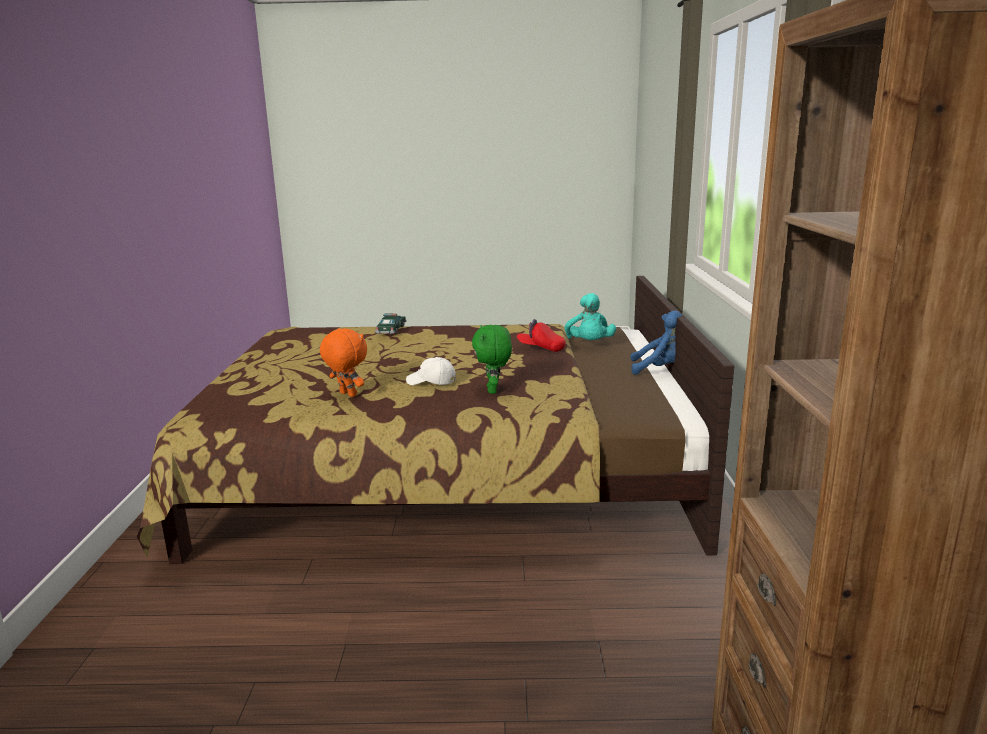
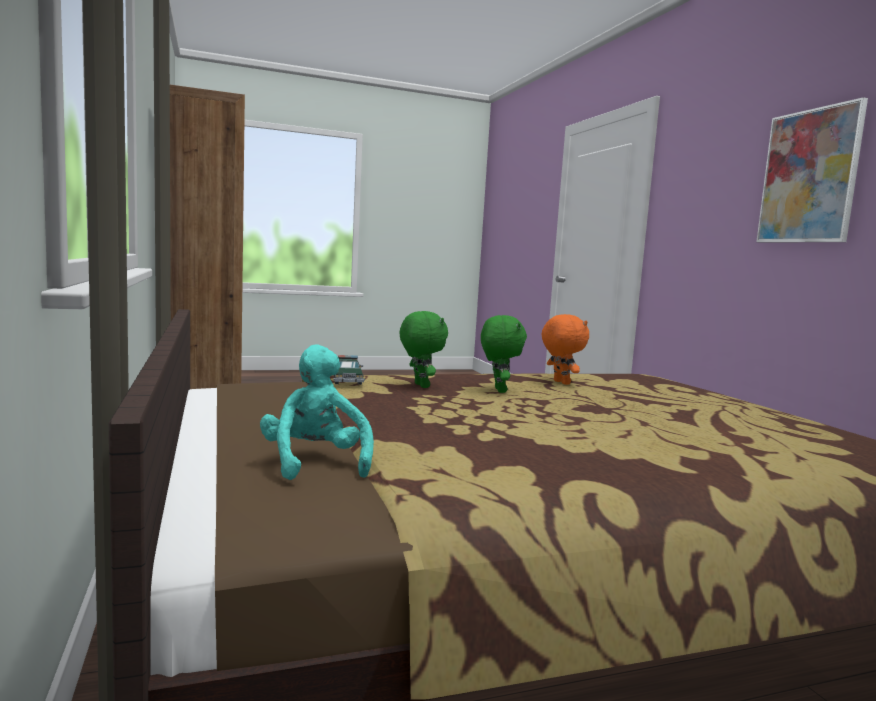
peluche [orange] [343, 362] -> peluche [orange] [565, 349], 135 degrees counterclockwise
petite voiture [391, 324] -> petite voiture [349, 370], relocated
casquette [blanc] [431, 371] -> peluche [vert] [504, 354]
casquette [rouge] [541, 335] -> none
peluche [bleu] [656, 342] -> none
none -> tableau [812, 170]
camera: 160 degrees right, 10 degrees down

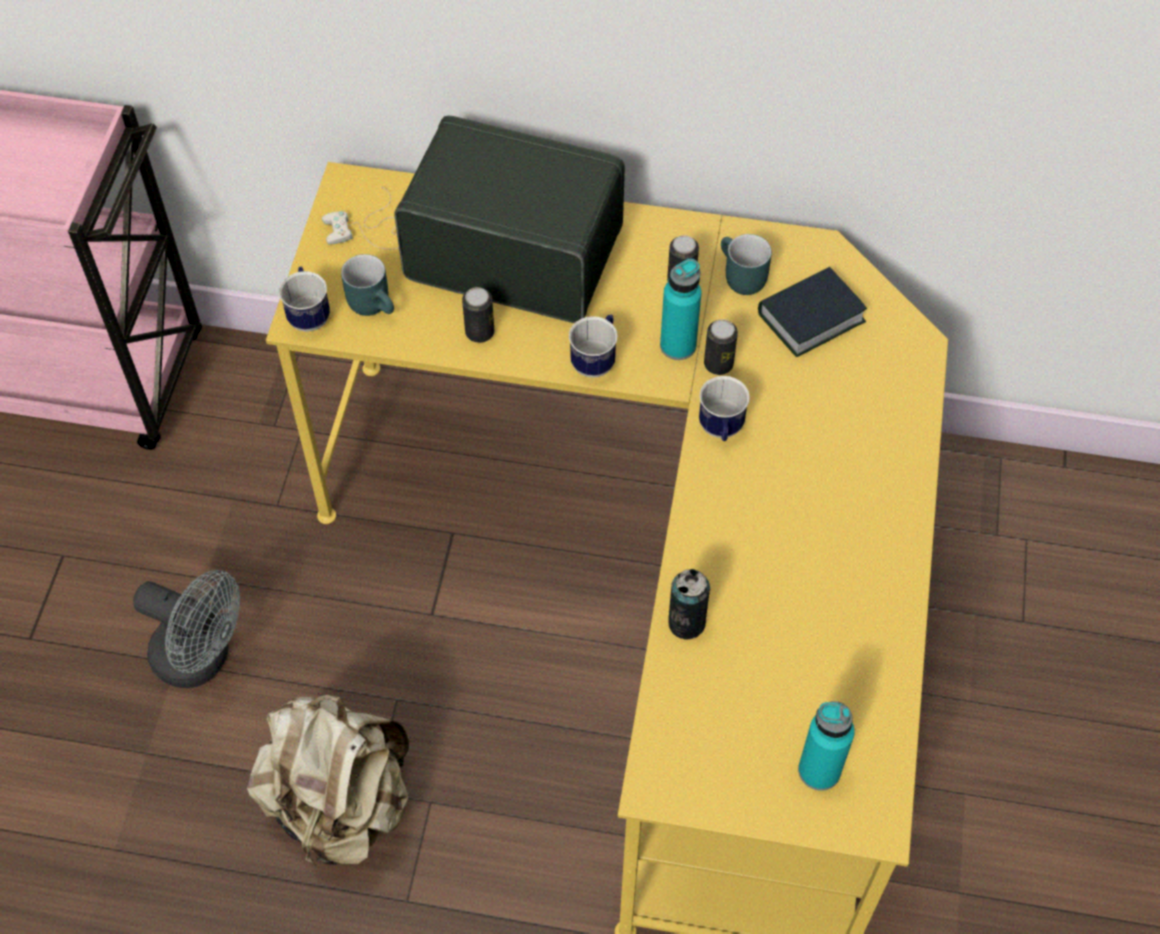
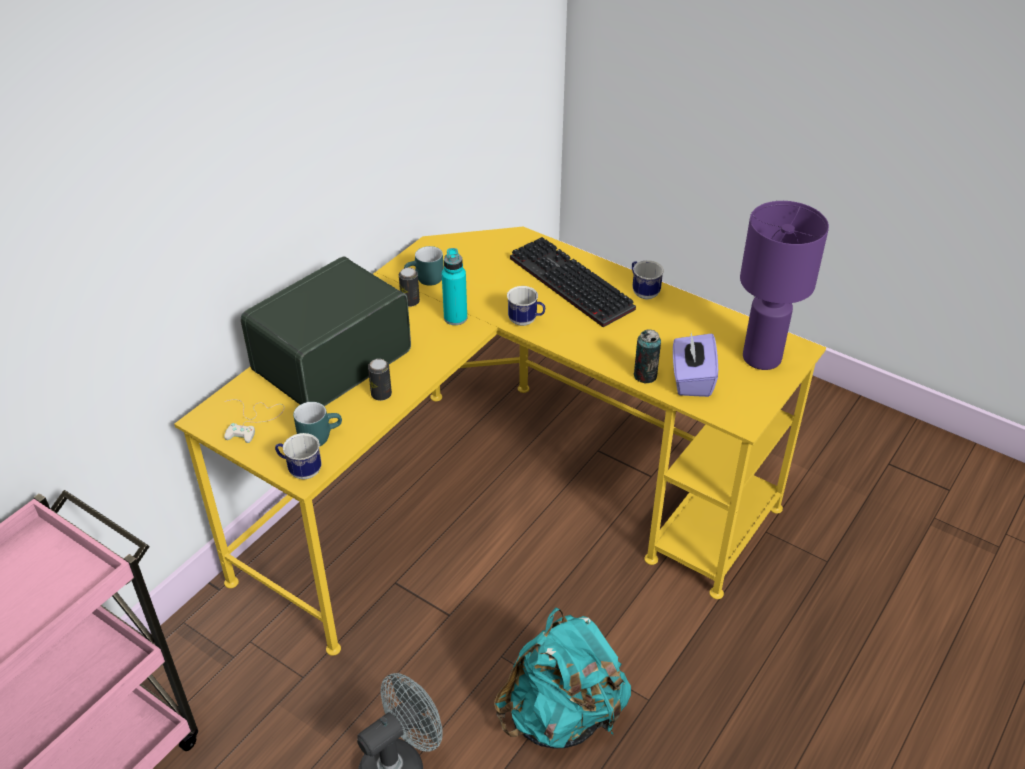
sac à dos [beige] [328, 782] -> sac à dos [turquoise] [562, 678]
mug [593, 345] -> mug [648, 279], relocated
boîte métallique [721, 347] -> none
livre [812, 312] -> none
bouteille [turquoise] [826, 746] -> lampe de table [violet] [784, 285]
none -> clavier [573, 282]
none -> boîte à mouchoirs [violet] [695, 365]
camera: 65 degrees left, 15 degrees down

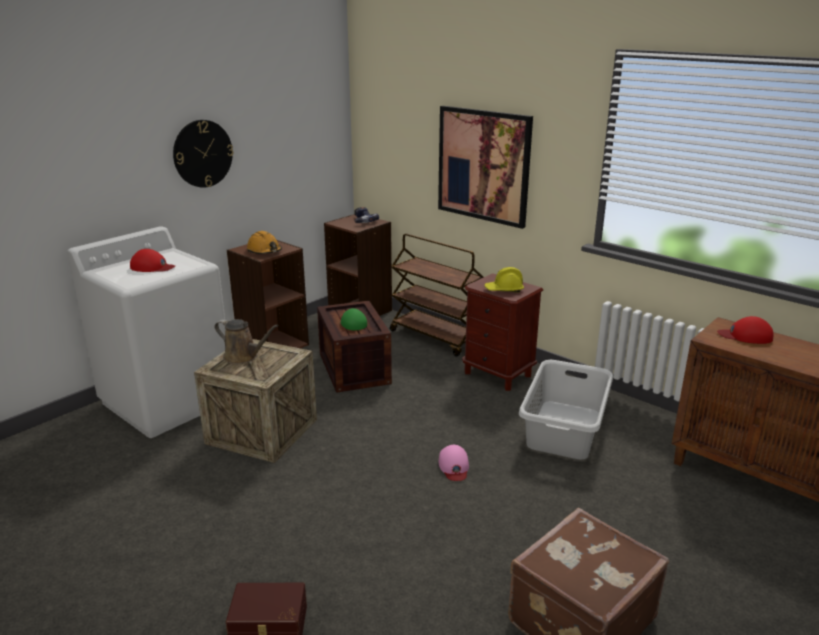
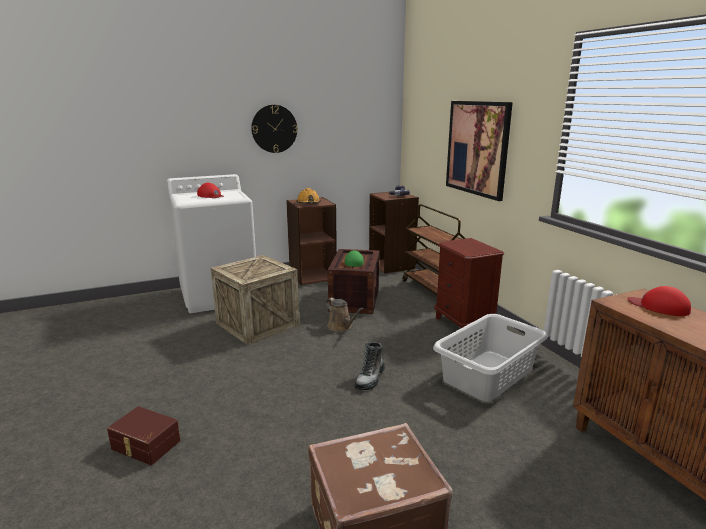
arrosoir [marron] [246, 341] -> arrosoir [marron] [345, 315], relocated
casquette [rose] [454, 463] -> botte [369, 366]
casque de chantier [jaune] [504, 280] -> none
camera: 25 degrees right, 5 degrees down

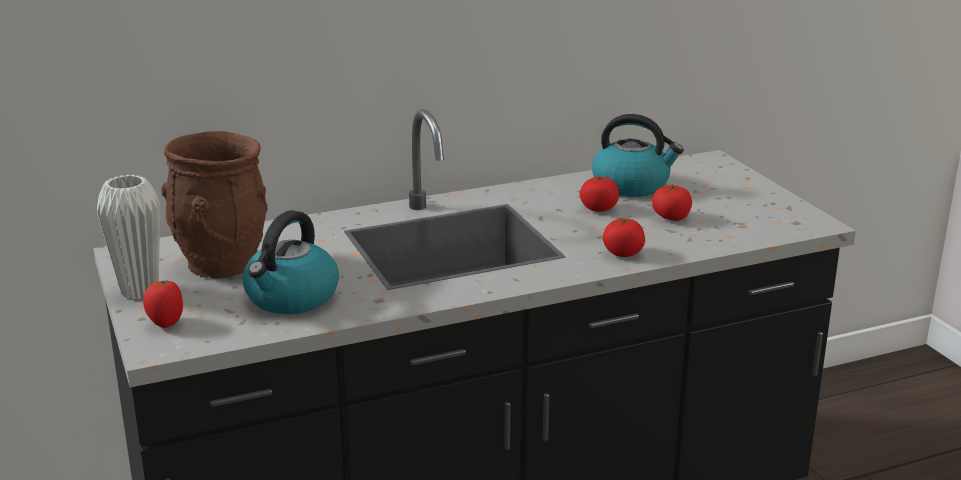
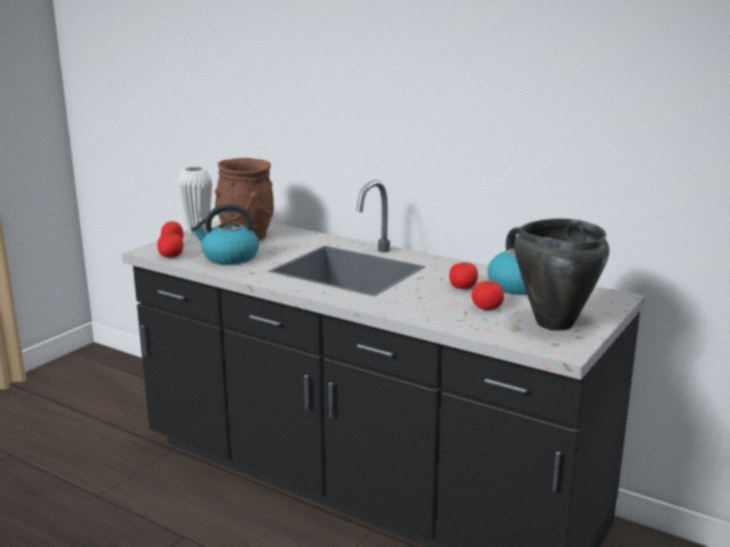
tomate [624, 237] -> tomate [170, 245], relocated
none -> marmite [noir] [561, 275]
camera: 55 degrees right, 5 degrees down

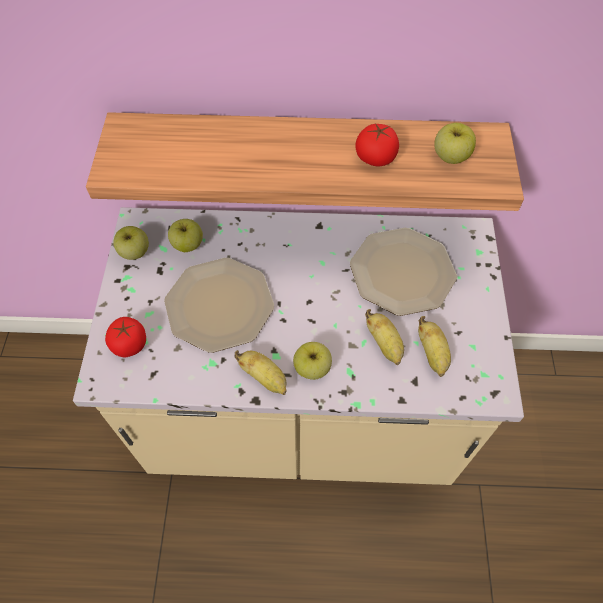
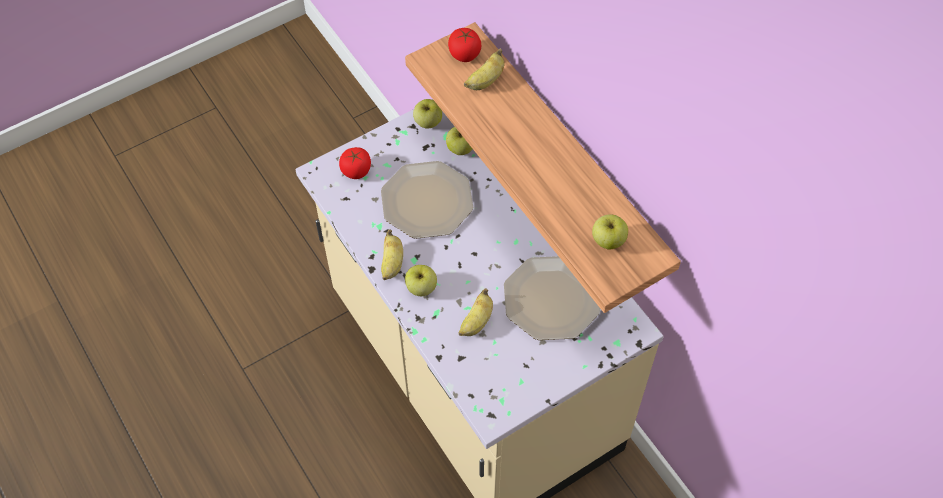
tomate [377, 144] -> tomate [464, 45], relocated
banane [434, 346] -> banane [484, 69], relocated
camera: 55 degrees right, 0 degrees up

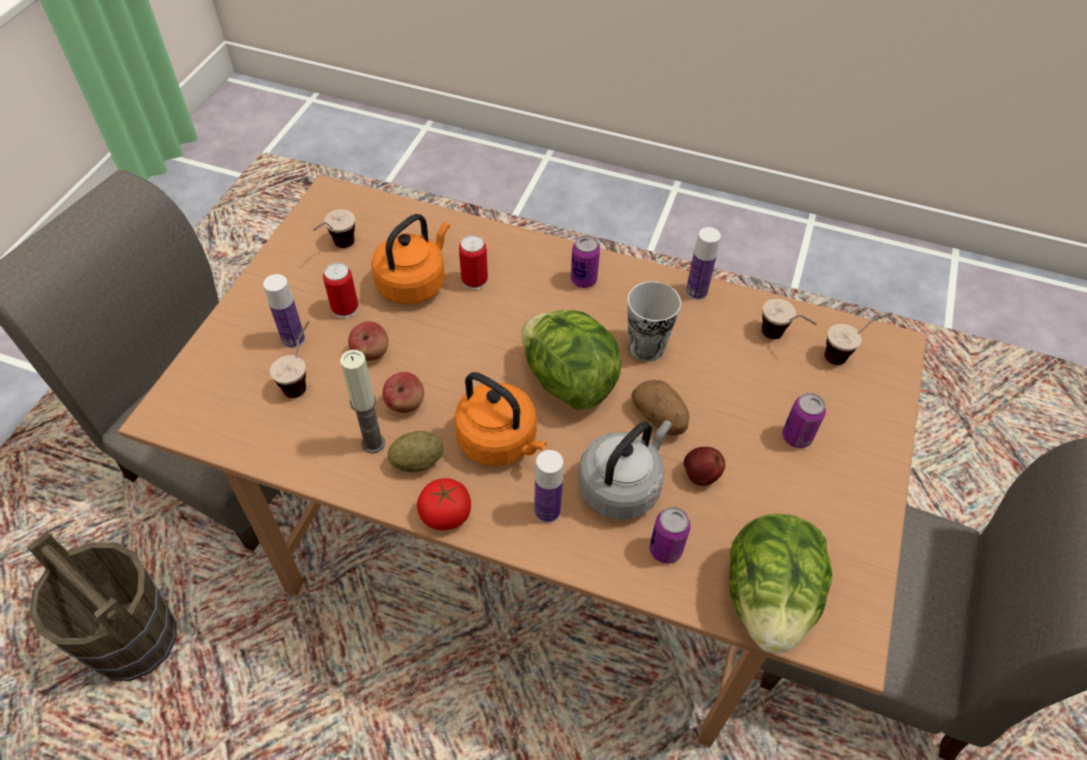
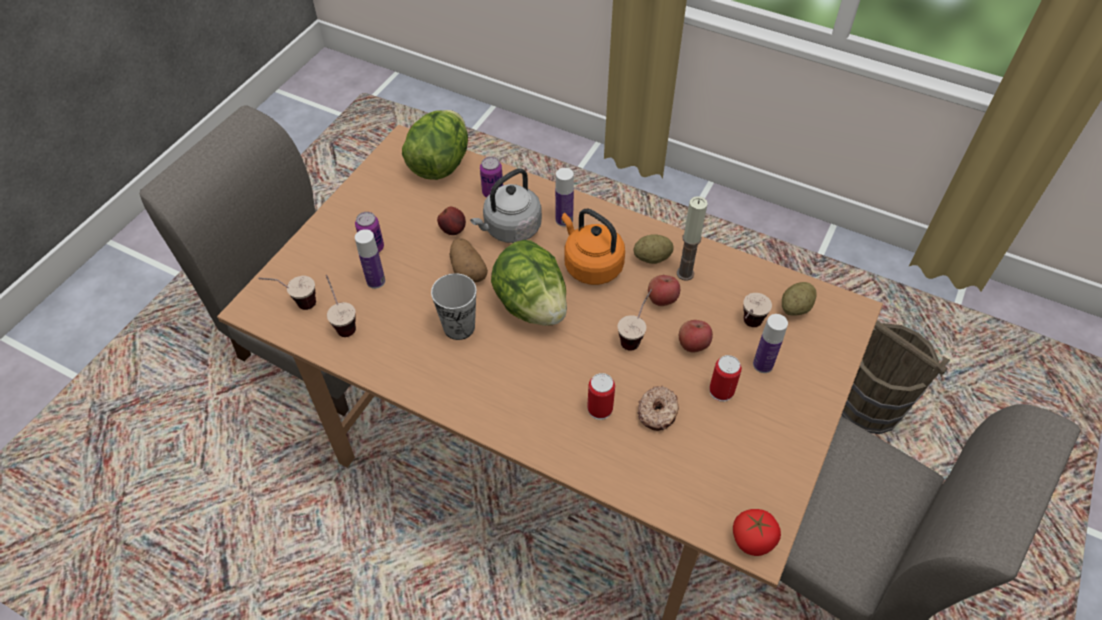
tasse [334, 228] -> tasse [634, 320], relocated
bouilloire [orange] [410, 259] -> beignet [658, 408]
tomate [444, 504] -> tomate [757, 532], relocated
boîte métallique [585, 262] -> none
bouteille [703, 263] -> bouteille [370, 259], relocated
none -> pomme de terre [799, 299]
camera: 170 degrees left, 0 degrees up

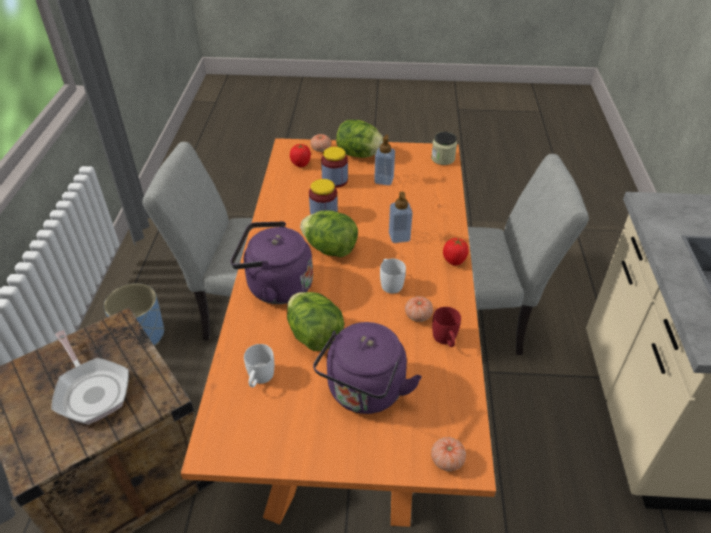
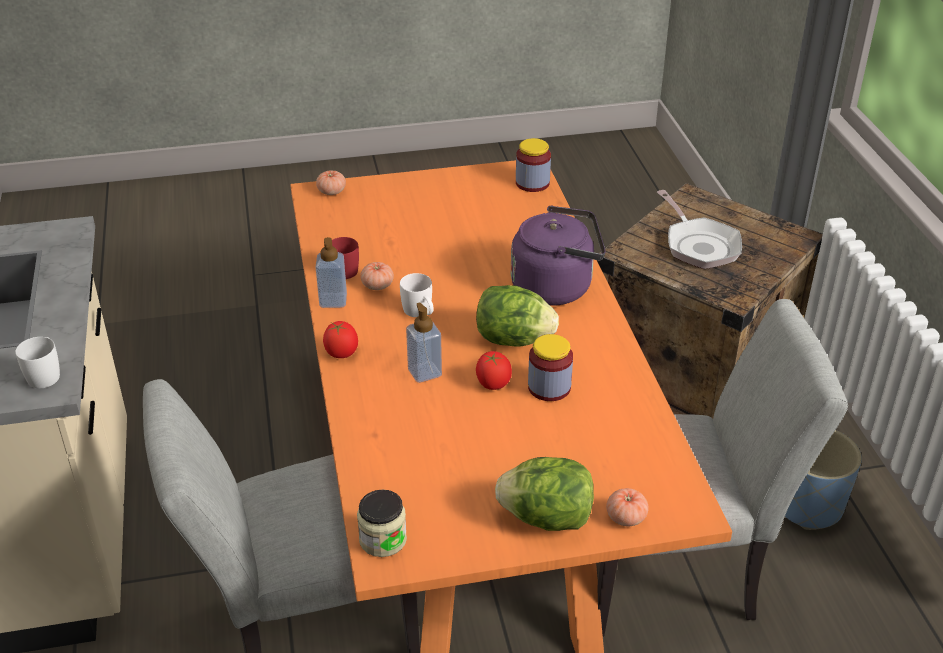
poêle [90, 377] -> poêle [699, 229], 150 degrees counterclockwise
mug [blanc] [259, 365] -> mug [blanc] [38, 362], relocated
laitue [315, 321] -> none
tomate [300, 155] -> tomate [494, 370], relocated
bouilloire [violet] [367, 368] -> none
bocal [334, 167] -> bocal [533, 165], relocated
distributeur de savon [384, 160] -> distributeur de savon [331, 272], relocated
camera: 165 degrees right, 5 degrees down

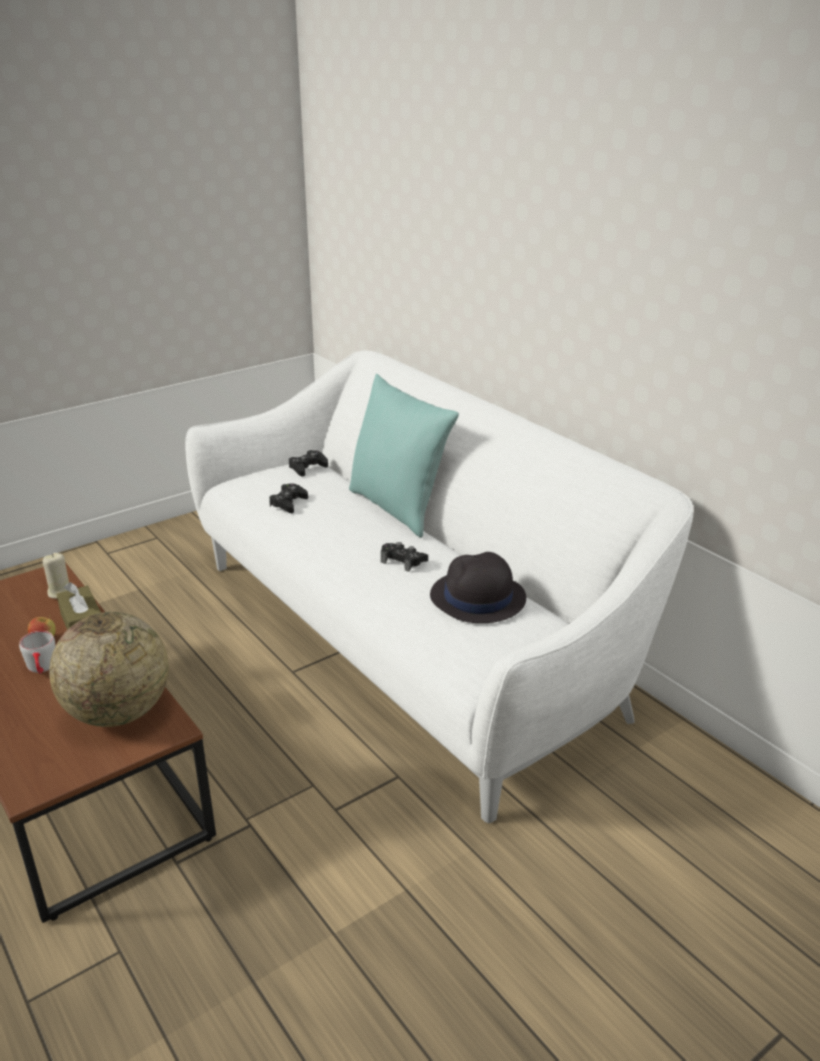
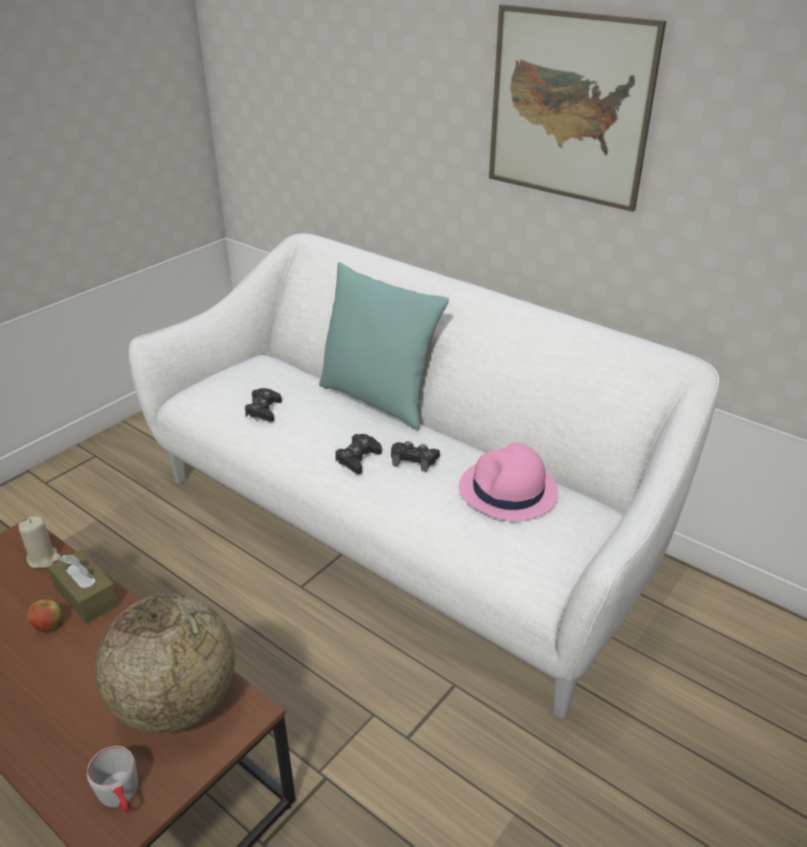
mug [gris] [37, 652] -> mug [gris] [112, 779], relocated
manette [noir] [308, 463] -> manette [noir] [358, 454], relocated
chapeau [noir] [478, 587] -> chapeau [rose] [509, 481]
none -> tableau [577, 108]
camera: 15 degrees left, 5 degrees up

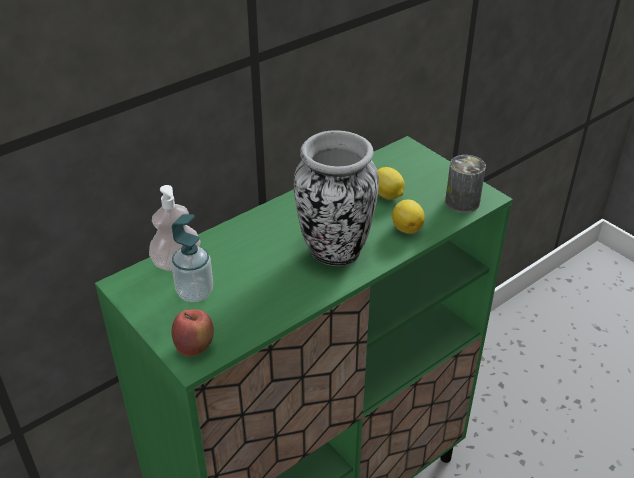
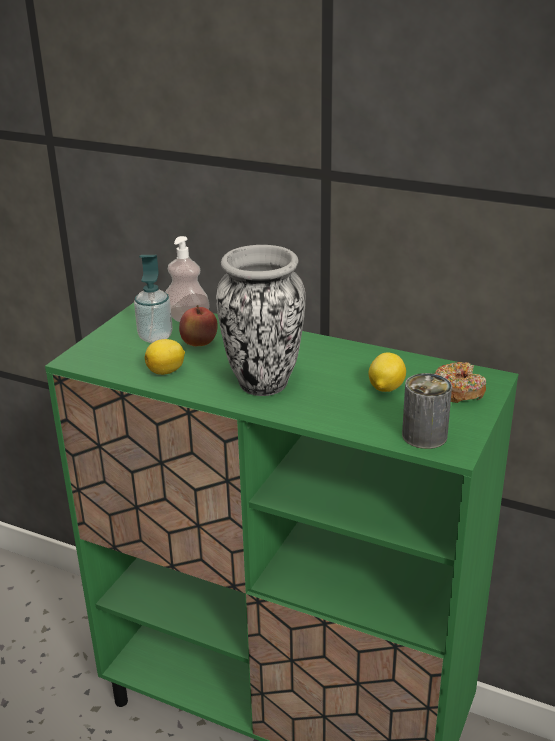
pomme [193, 332] -> pomme [198, 325], relocated
citron [408, 217] -> citron [165, 357], relocated
none -> beignet [460, 382]
camera: 65 degrees right, 10 degrees down

